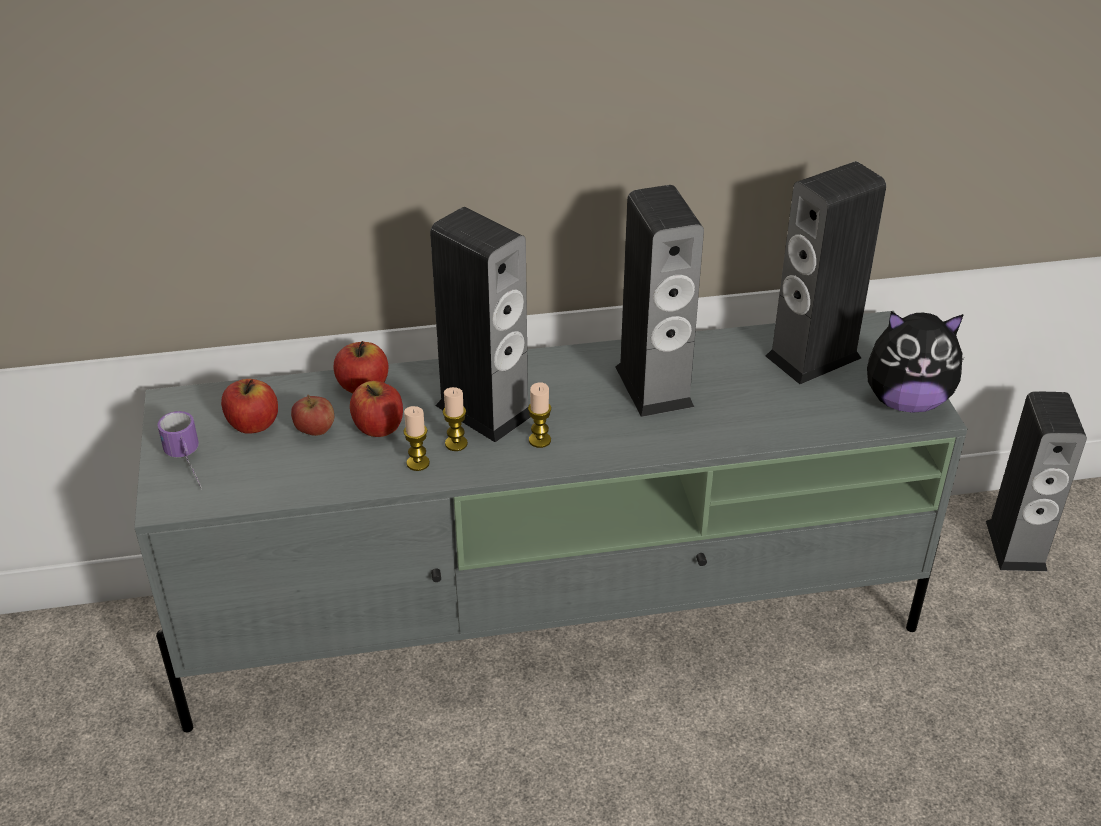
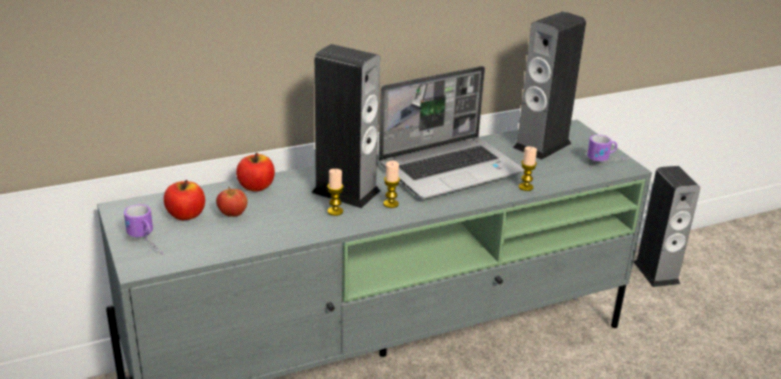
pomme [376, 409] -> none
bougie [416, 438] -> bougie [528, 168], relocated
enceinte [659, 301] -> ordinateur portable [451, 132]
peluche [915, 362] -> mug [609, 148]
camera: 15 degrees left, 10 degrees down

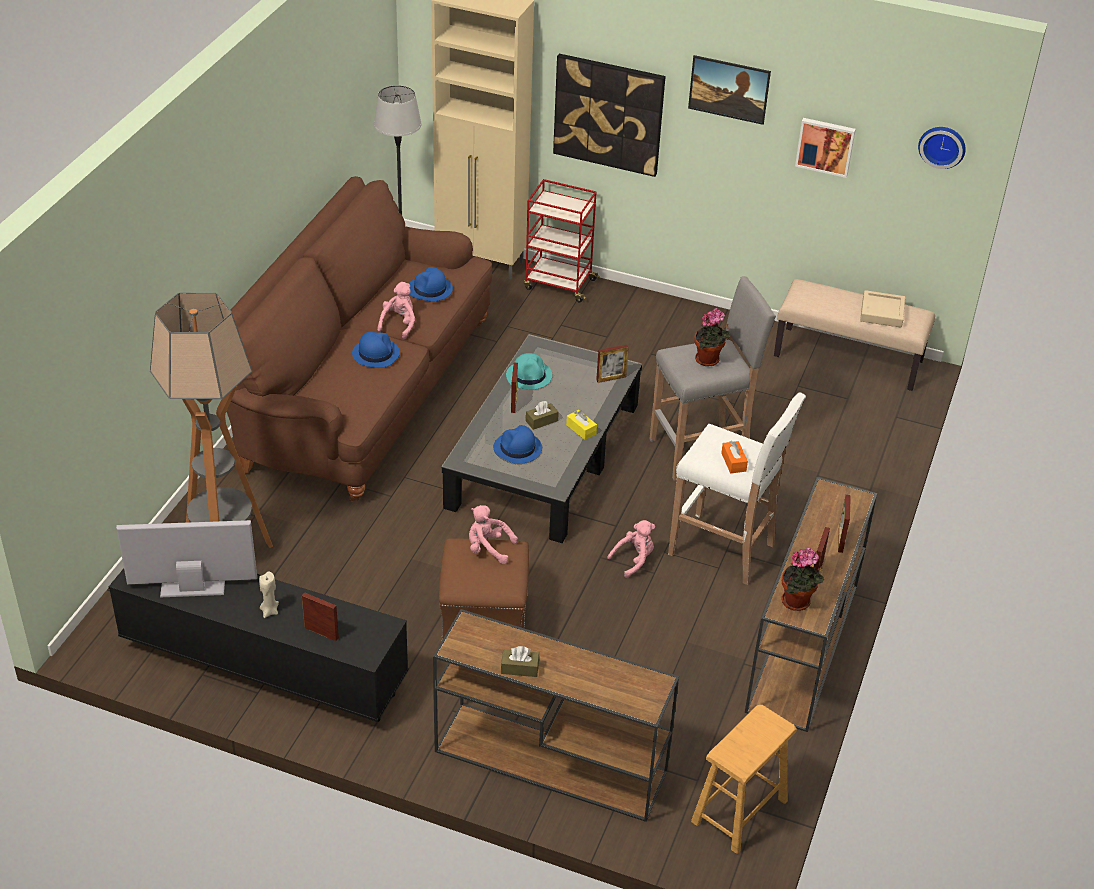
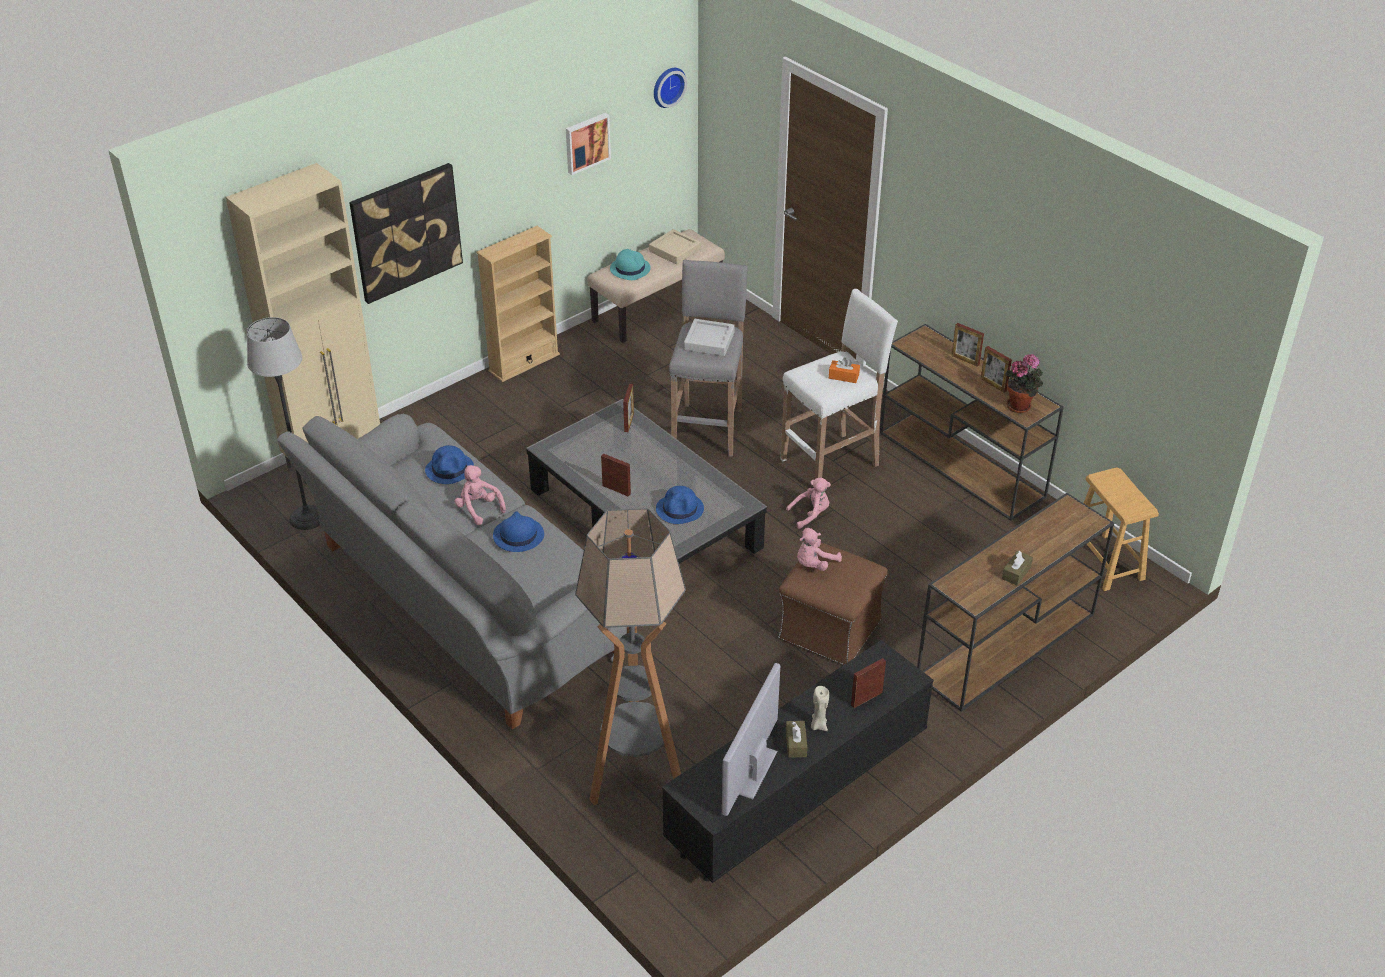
canapé [marron] [359, 339] -> canapé [gris] [452, 571]
chapeau [turquoise] [529, 371] -> chapeau [turquoise] [630, 264], relocated
chariot [rouge] [562, 240] -> none
boîte à mouchoirs [marron] [542, 415] -> boîte à mouchoirs [marron] [796, 739], relocated
boîte à mouchoirs [jaune] [581, 425] -> none
peluche [rose] [631, 549] -> peluche [rose] [808, 503], 75 degrees clockwise
tableau [729, 90] -> none
plante en pot [712, 337] -> plateau [gris] [709, 337]
none -> bibliothèque [beige] [518, 304]
camera: 60 degrees left, 0 degrees up

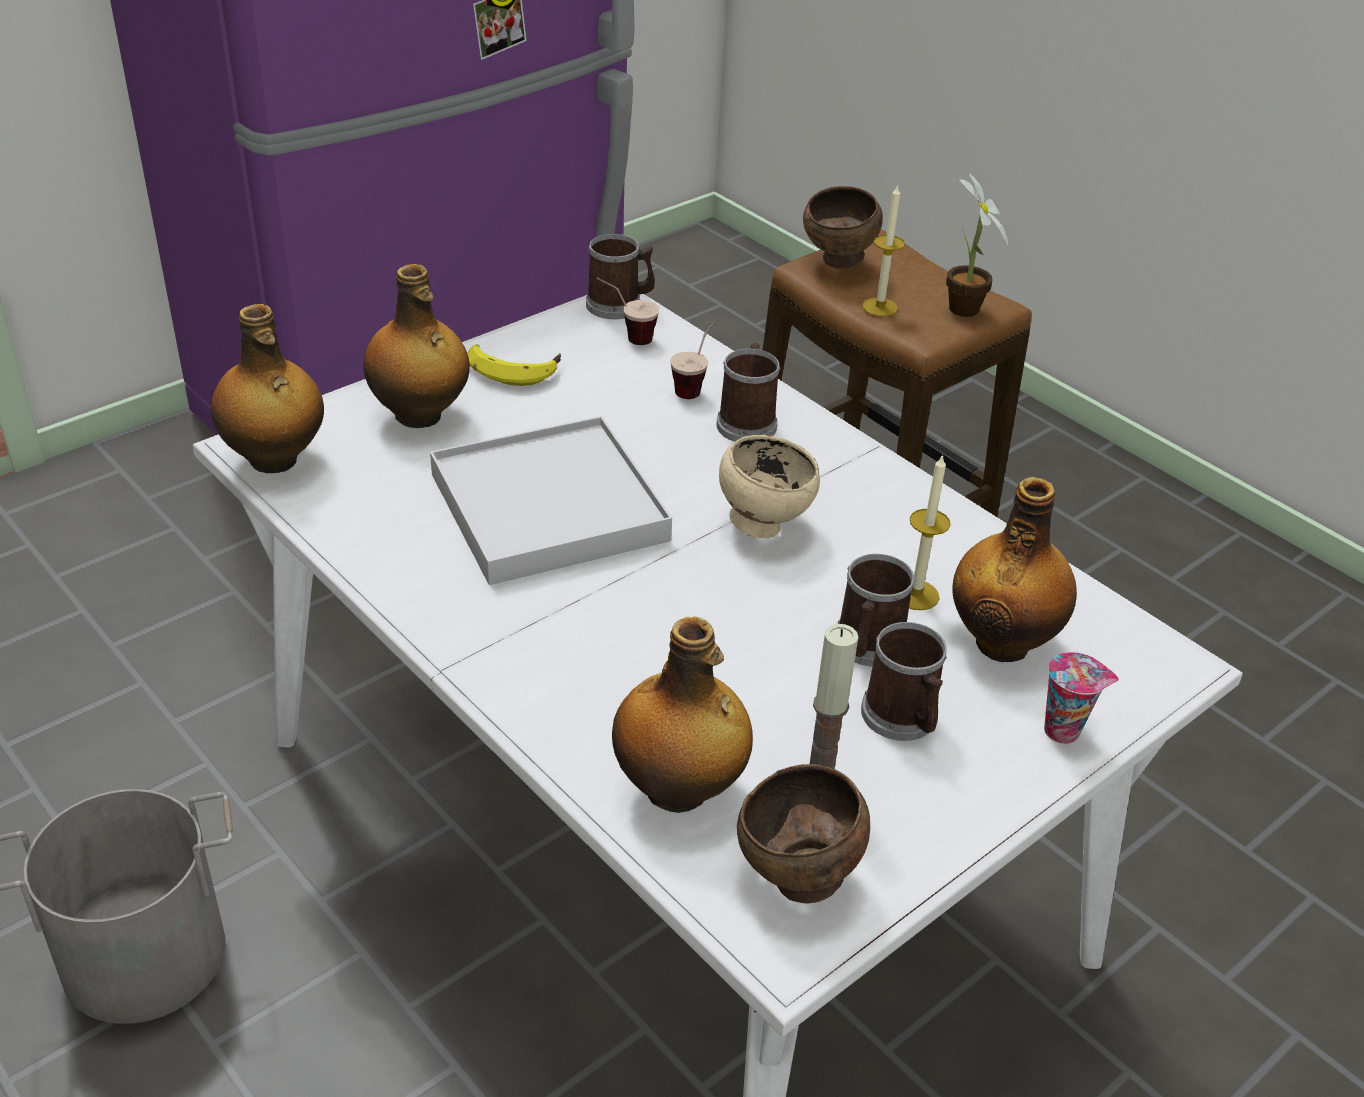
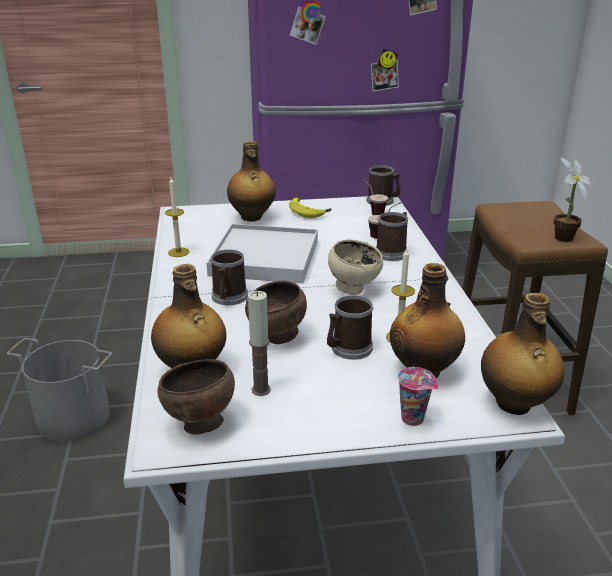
bouteille [267, 388] -> bouteille [523, 354], relocated
bol [marron] [843, 227] -> bol [marron] [276, 312], relocated
mug [904, 681] -> mug [229, 277], relocated
bougie [883, 251] -> bougie [177, 217], relocated
camera: 35 degrees right, 10 degrees down

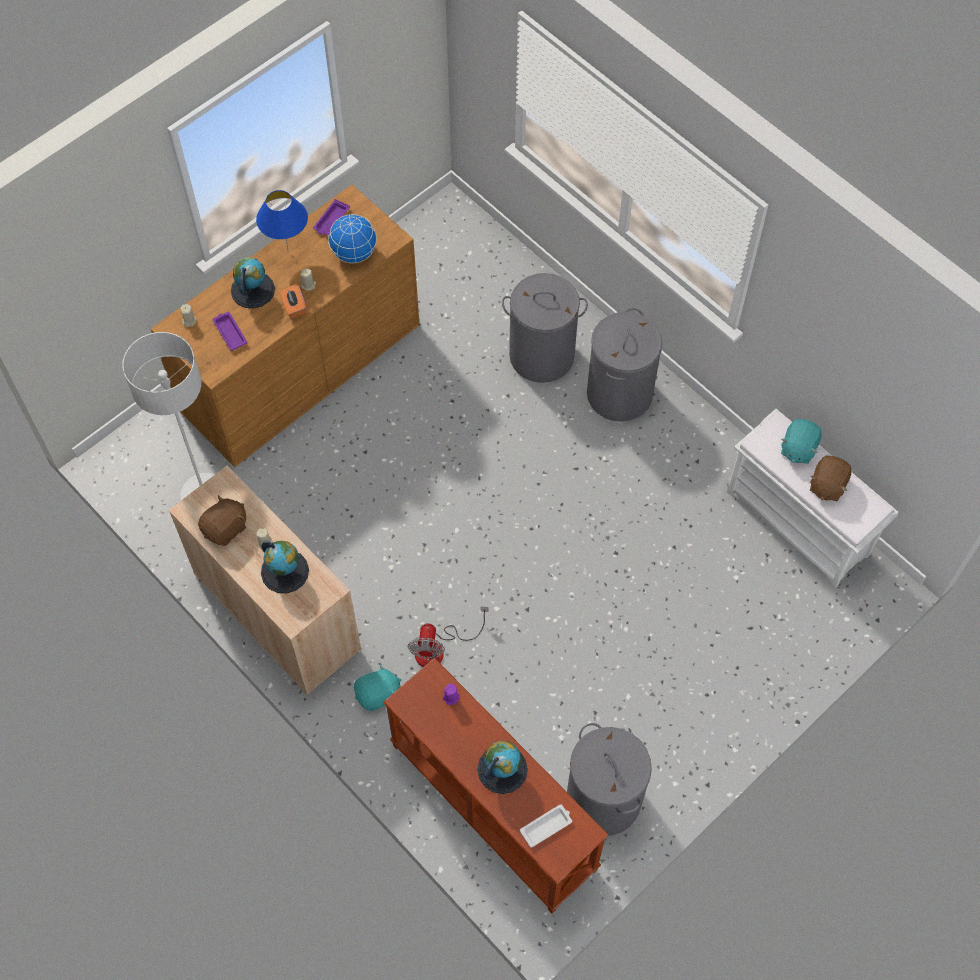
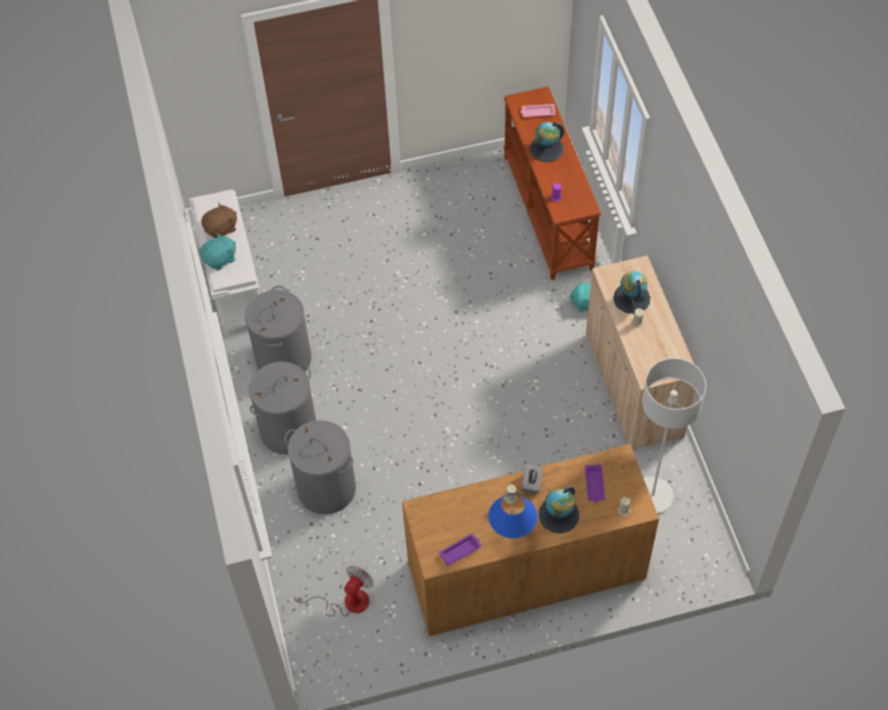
peluche [marron] [222, 520] -> none
boîte à mouchoirs [orange] [293, 301] -> boîte à mouchoirs [gris] [532, 478]
globe [352, 238] -> none
ventilateur [447, 637] -> ventilateur [333, 591], relocated
plateau [blanc] [546, 826] -> plateau [rose] [538, 110]
panier à linge [gris] [609, 779] -> panier à linge [gris] [278, 329], relocated
camera: 150 degrees left, 5 degrees down

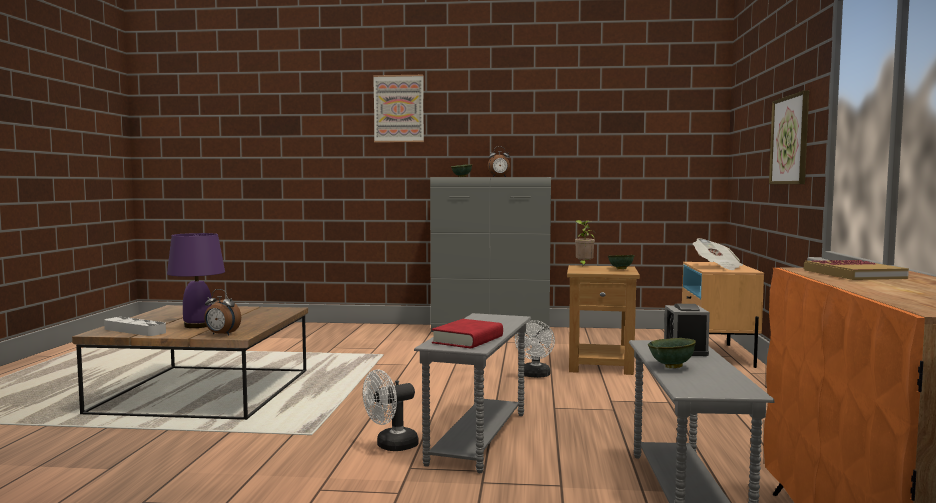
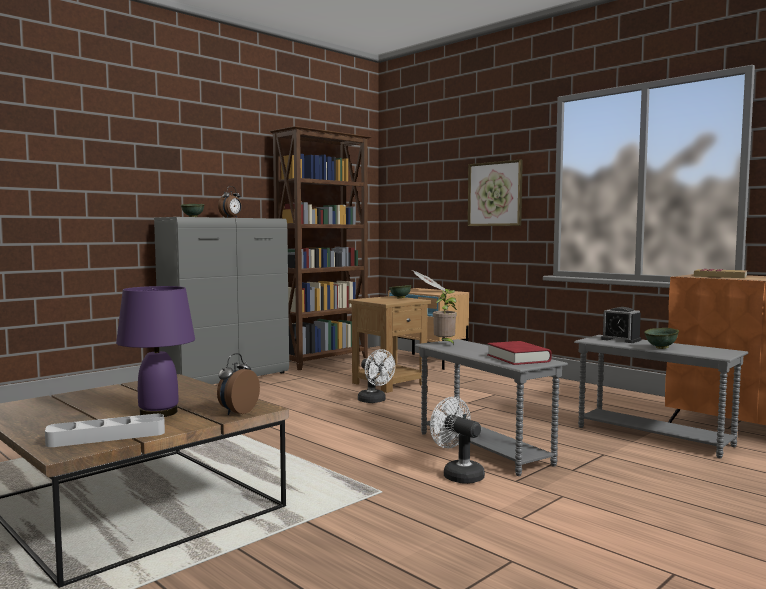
réveil [222, 312] -> réveil [238, 384], 150 degrees clockwise
ventilateur [blanc] [391, 410] -> ventilateur [blanc] [457, 440], 135 degrees clockwise
tableau [398, 108] -> none
plante en pot [585, 243] -> plante en pot [445, 317], relocated
none -> bibliothèque [marron] [320, 248]
camera: 50 degrees left, 0 degrees up

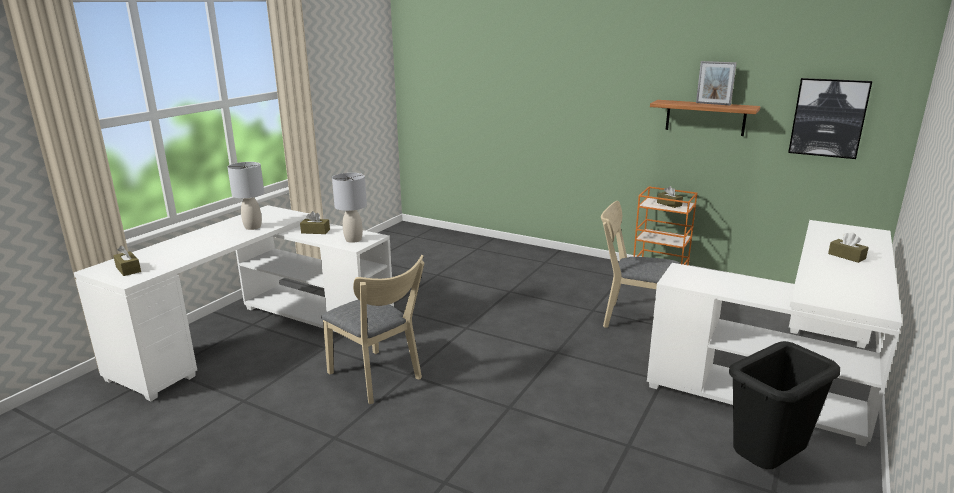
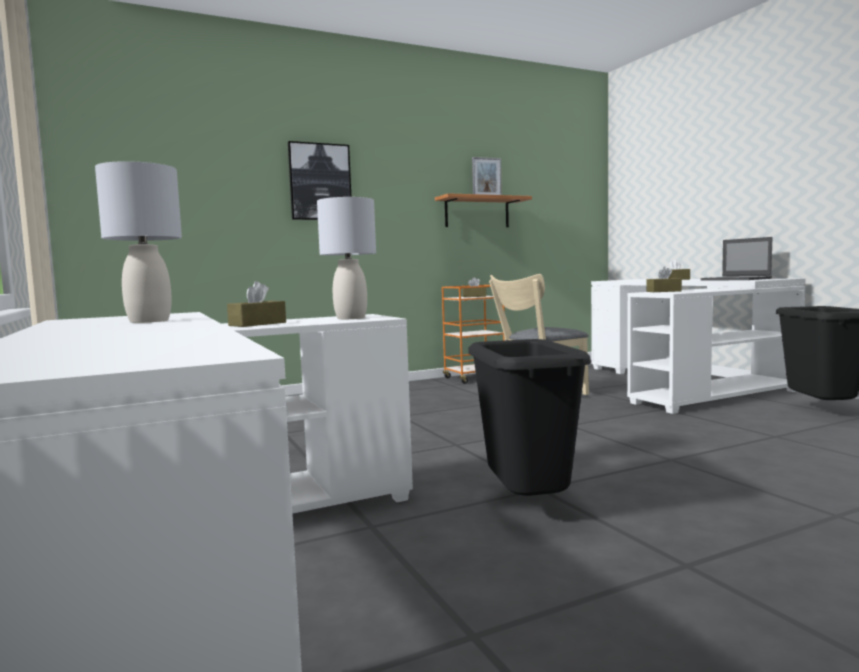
boîte à mouchoirs [marron] [127, 260] -> boîte à mouchoirs [marron] [664, 279], relocated
chaise [beige] [372, 329] -> poubelle [noir] [529, 417]
tableau [830, 118] -> tableau [319, 180], relocated
none -> ordinateur portable [736, 259]
camera: 55 degrees left, 15 degrees down

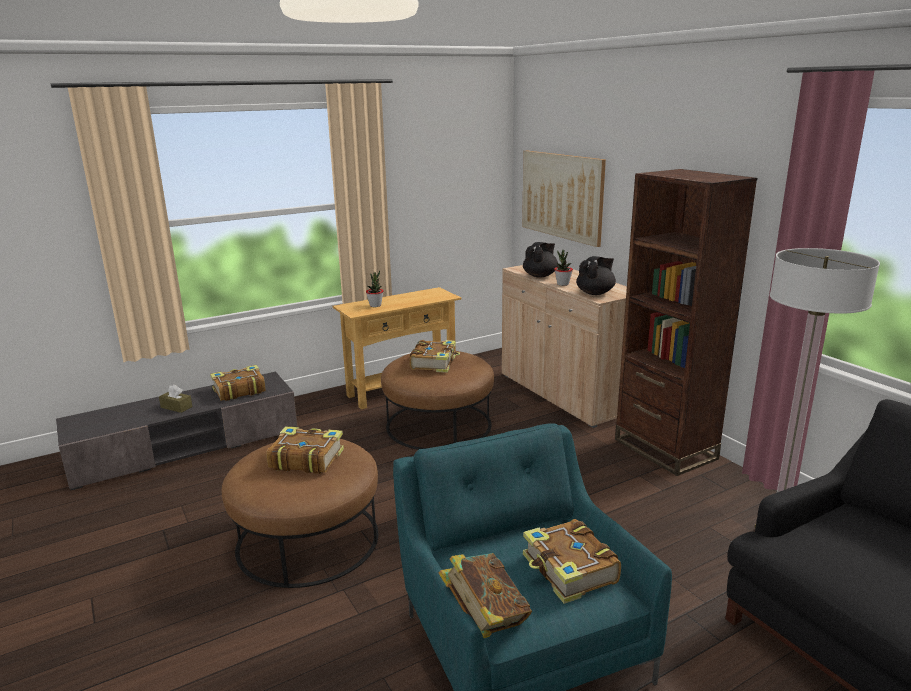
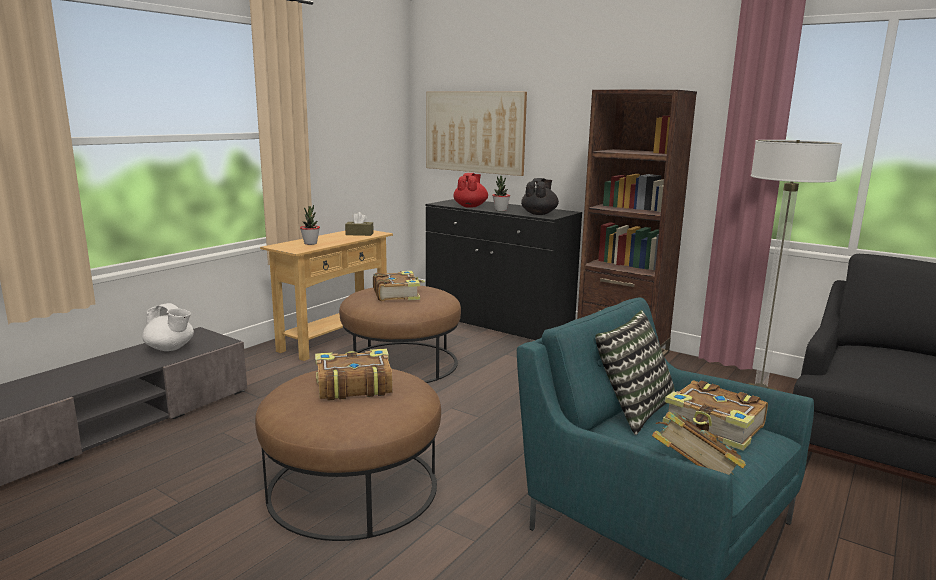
boîte à mouchoirs [marron] [176, 399] -> boîte à mouchoirs [marron] [359, 224], relocated
livre [238, 383] -> théière [blanc] [168, 327]
meuble de rangement [beige] [564, 346] -> meuble de rangement [noir] [504, 269]
théière [noir] [540, 259] -> théière [rouge] [470, 190]
none -> coussin [635, 372]
camera: 25 degrees left, 5 degrees down

